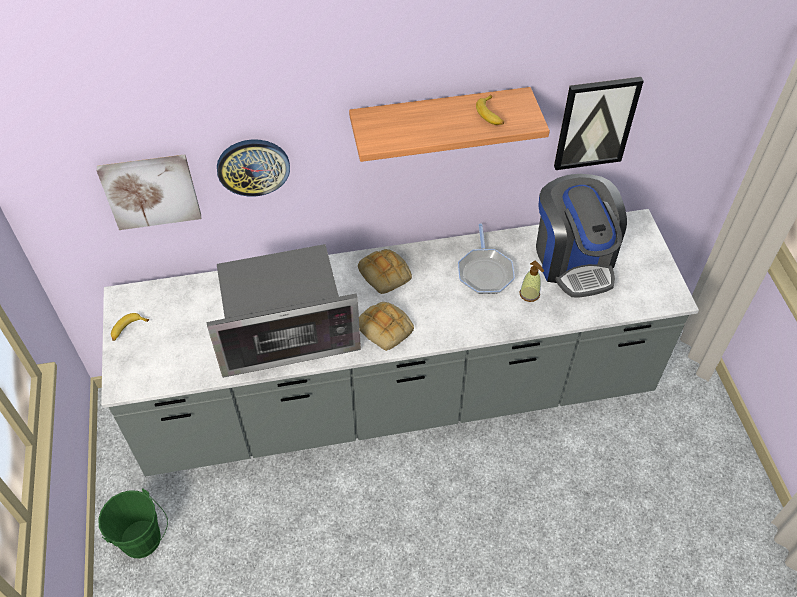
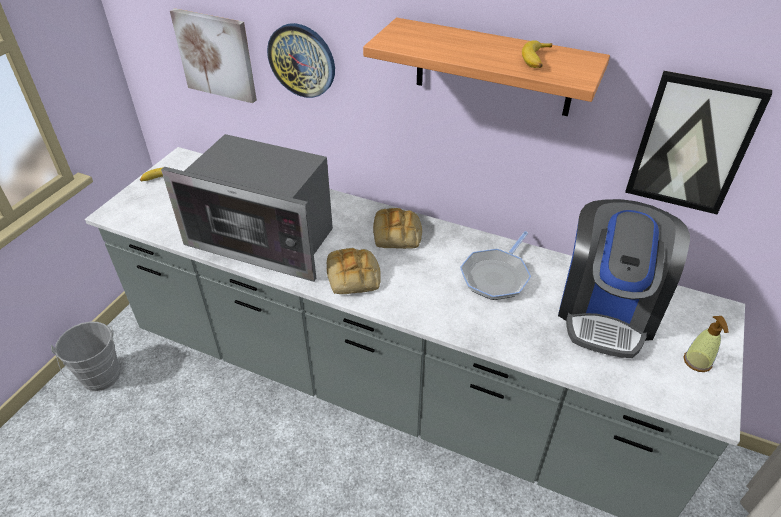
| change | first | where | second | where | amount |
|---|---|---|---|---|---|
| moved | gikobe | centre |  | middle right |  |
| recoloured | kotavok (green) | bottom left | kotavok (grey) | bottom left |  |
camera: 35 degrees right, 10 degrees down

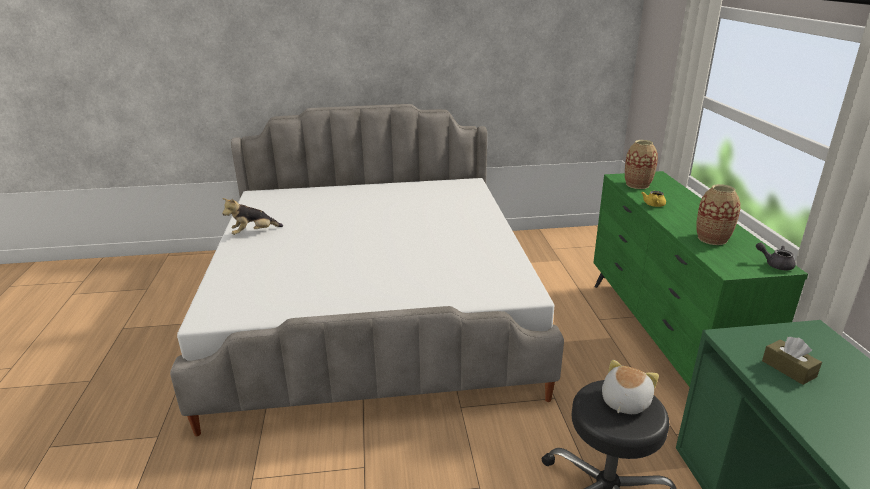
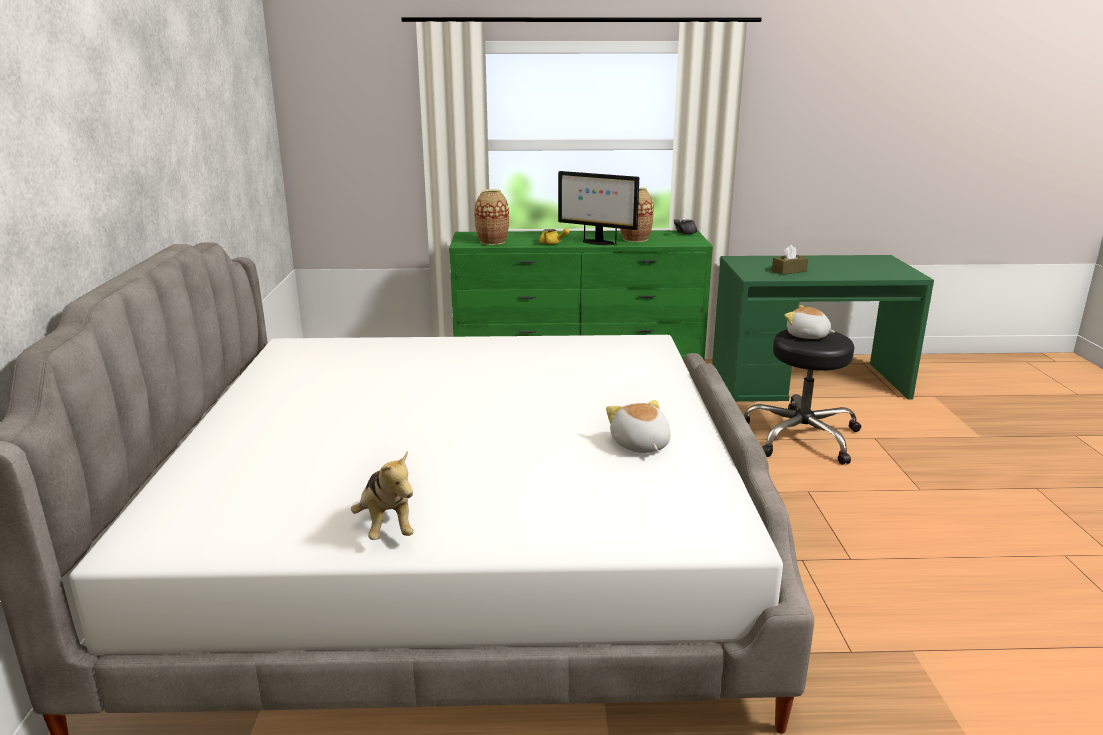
| change | first | where | second | where | amount |
|---|---|---|---|---|---|
| added |  |  | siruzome | top centre |  |
| added |  |  | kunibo (2nd from left) | centre |  |
camera: 85 degrees left, 5 degrees down

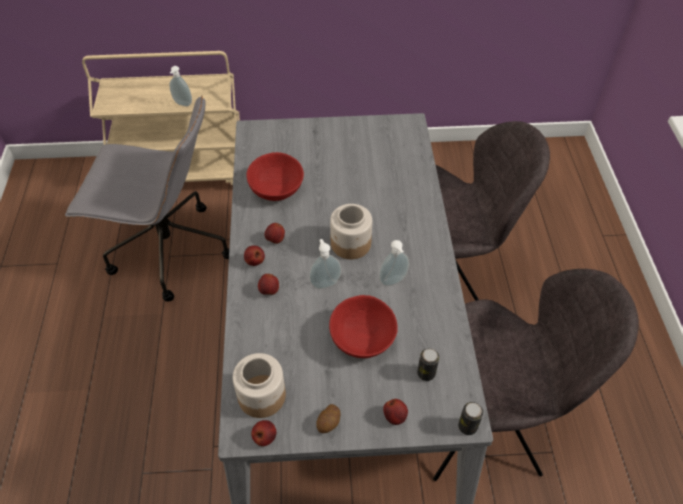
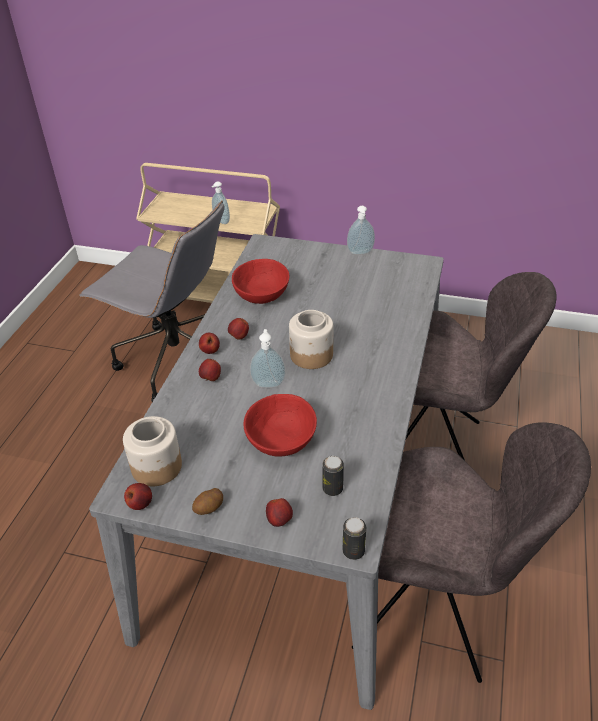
| change | first | where | second | where | amount |
|---|---|---|---|---|---|
| moved | gikobe (3rd from left) | centre |  | top centre |  |
camera: 20 degrees right, 10 degrees down

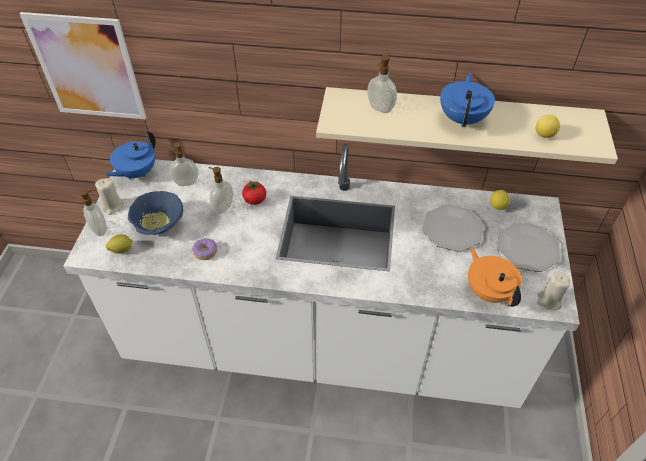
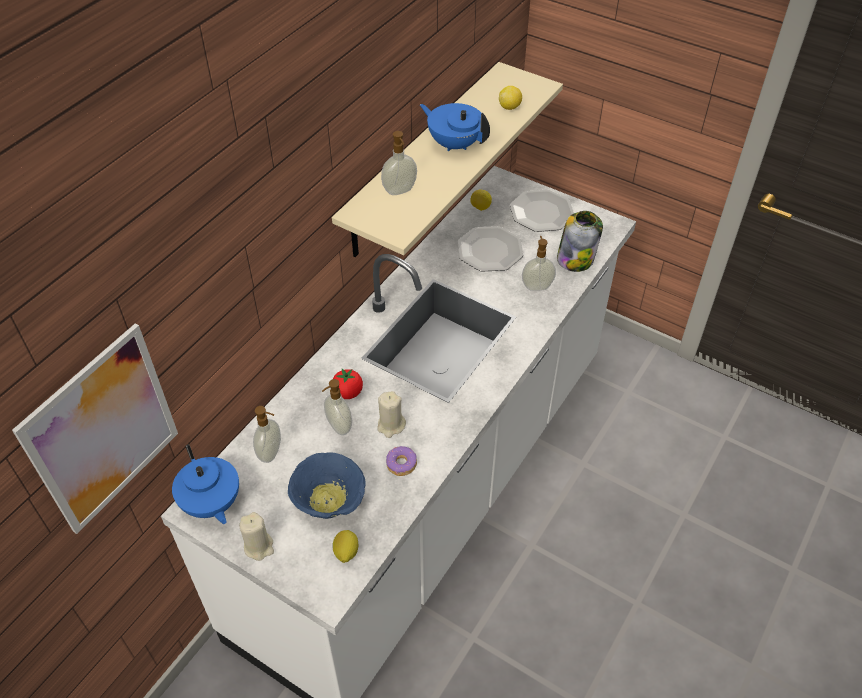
| change | first | where | second | where | amount |
|---|---|---|---|---|---|
| moved | gikobe (1st from left in the first image) | middle left | gikobe (4th from left) | centre |  |
| replaced | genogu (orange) | middle right | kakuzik | middle right |  |
| moved | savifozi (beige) (2nd from left) | middle right |  | centre |  |
camera: 65 degrees left, 0 degrees up

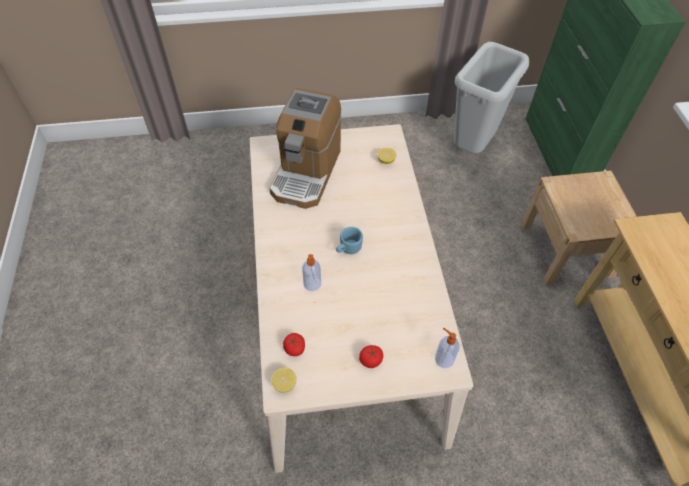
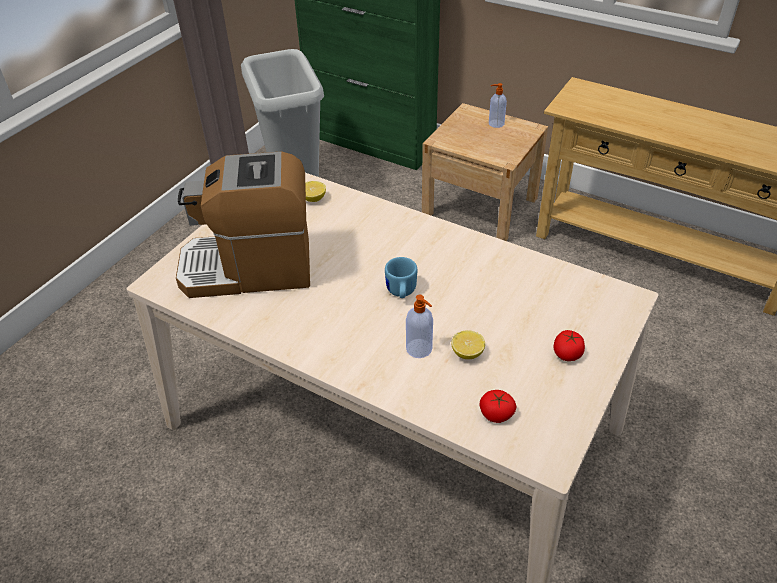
| change | first | where | second | where | amount |
|---|---|---|---|---|---|
| turned | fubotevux | top centre |  | middle left | 120 degrees clockwise |
| moved | gikobe (2nd from left) | bottom centre |  | top centre |  |
| moved | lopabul (1st from left in the first image) | bottom centre | lopabul (2nd from left) | centre |  |
camera: 50 degrees left, 10 degrees down

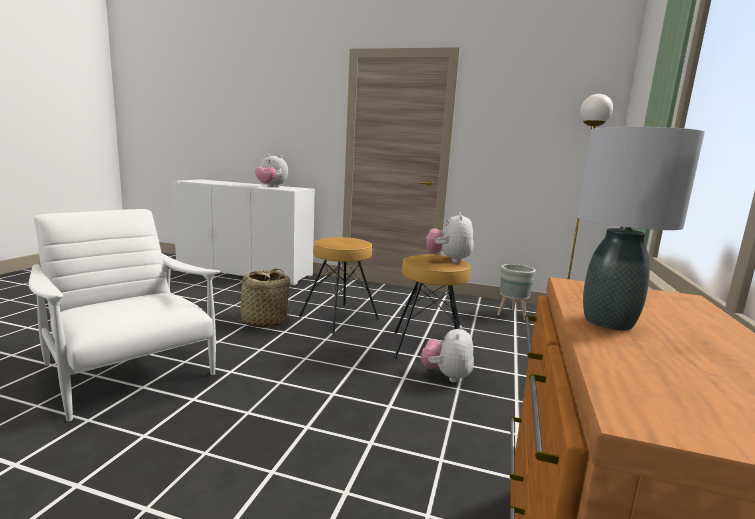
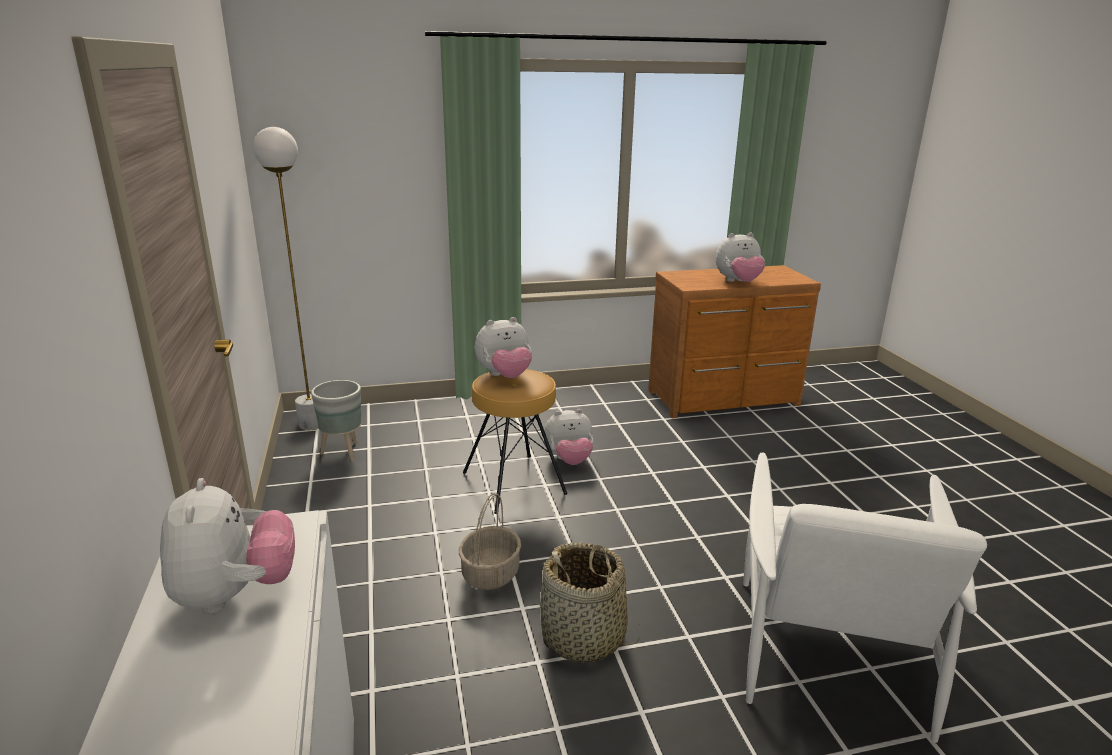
| change | first | where | second | where | amount |
|---|---|---|---|---|---|
| replaced | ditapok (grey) | middle right | kunibo (4th from left) | centre |  |
| replaced | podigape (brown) (1st from left) | centre | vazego (1st from left) | bottom centre |  |
camera: 120 degrees left, 10 degrees up

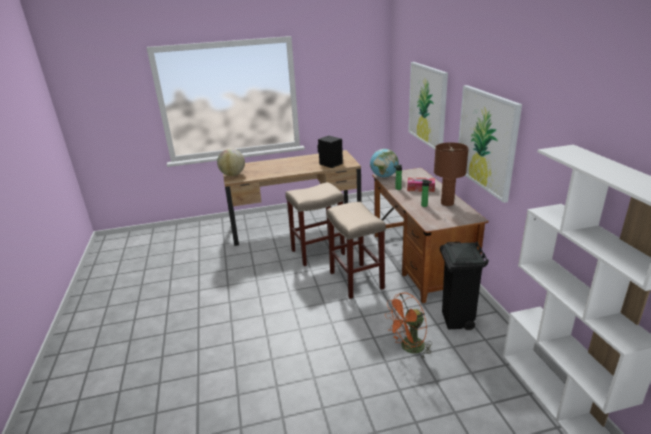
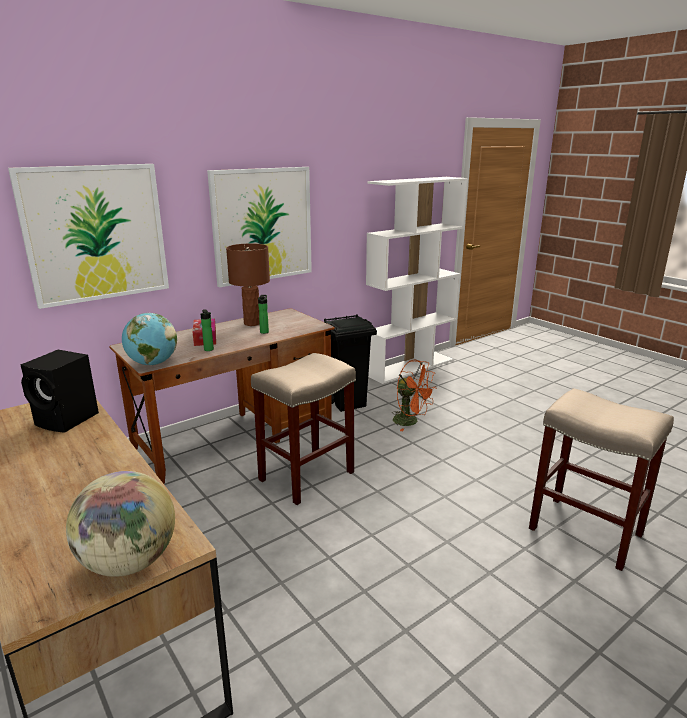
| change | first | where | second | where | amount |
|---|---|---|---|---|---|
| moved | podigape (beige) (1st from left in the first image) | centre | podigape (beige) (2nd from left) | bottom right |  |
camera: 115 degrees left, 5 degrees down

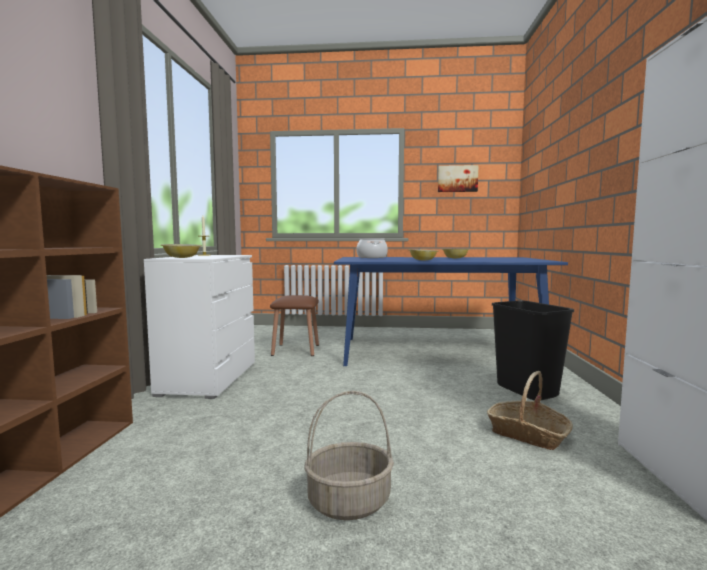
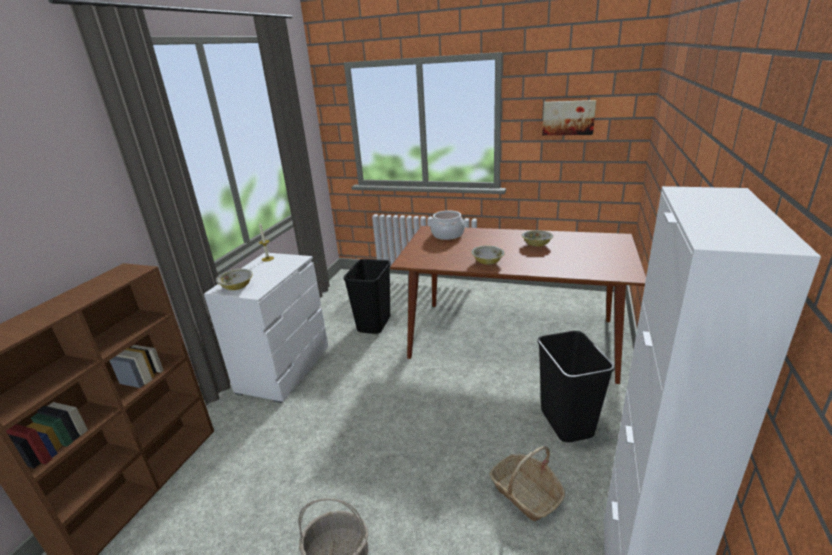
| change | first | where | second | where | amount |
|---|---|---|---|---|---|
| recoloured | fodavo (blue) | centre | fodavo (brown) | centre |  |
| replaced | podigape (brown) | centre | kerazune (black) (1st from left) | centre |  |
camera: 15 degrees right, 20 degrees up

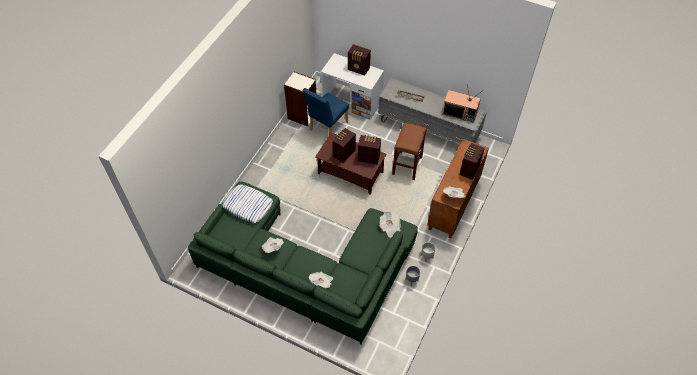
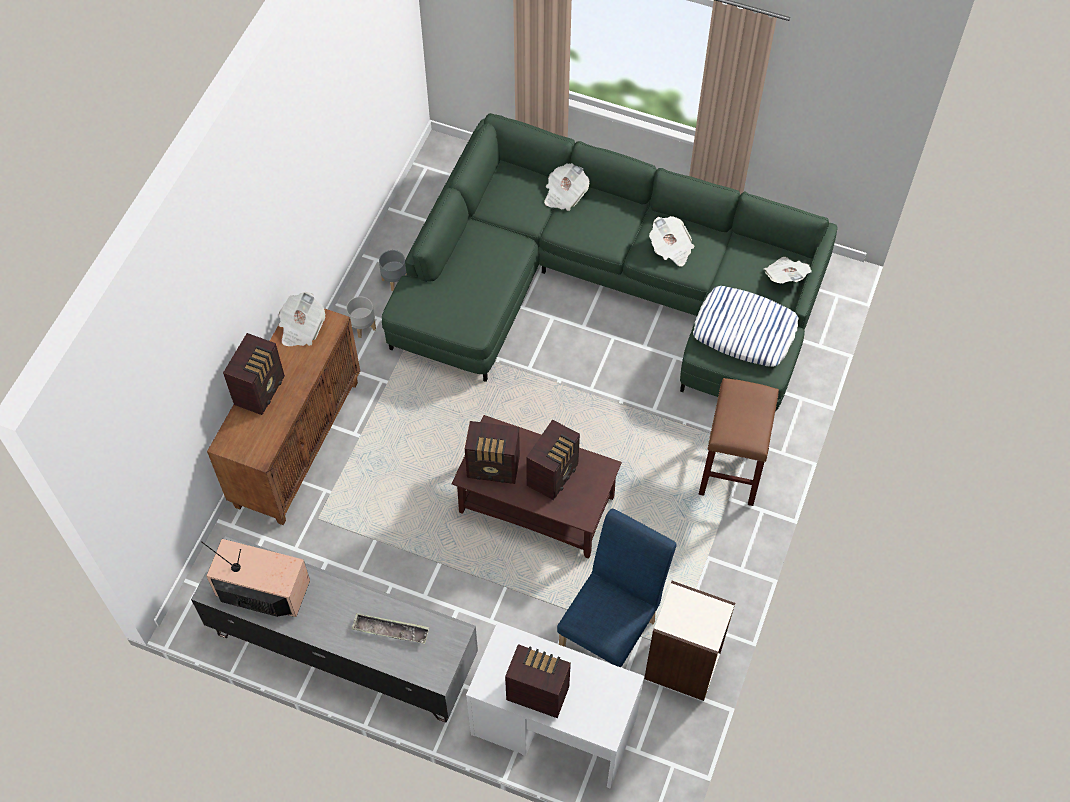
| change | first | where | second | where | amount |
|---|---|---|---|---|---|
| moved | podigape (brown) | centre |  | middle right |  |
| moved | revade (3rd from left in the first image) | centre | revade (4th from left) | middle right |  |
camera: 175 degrees right, 5 degrees up

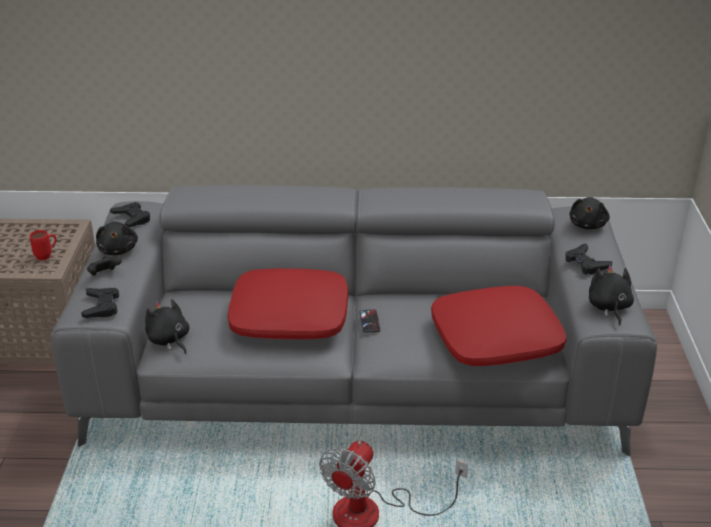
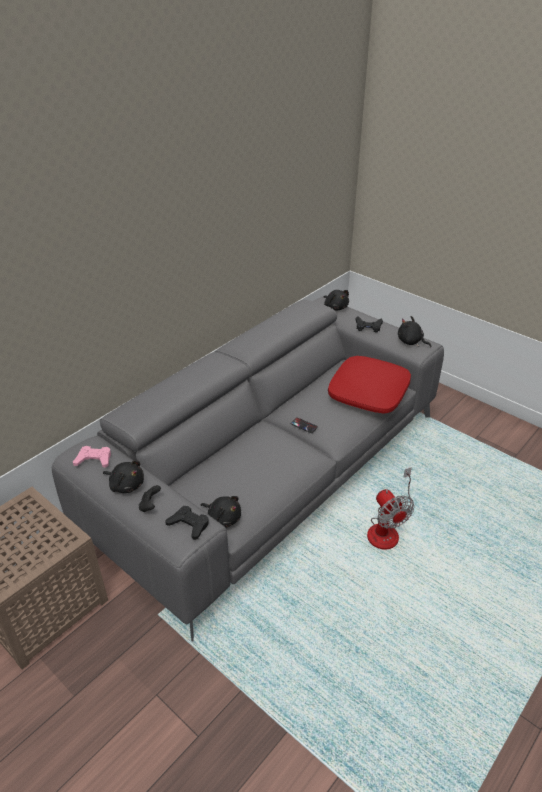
| change | first | where | second | where | amount |
|---|---|---|---|---|---|
| recoloured | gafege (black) (3rd from left) | middle left | gafege (pink) | middle left |  |
| removed | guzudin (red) | middle left |  |  |  |
| removed | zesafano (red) (1st from left) | centre |  |  |  |
| turned | kunibo (black) (2nd from left) | middle left |  | centre | 150 degrees counterclockwise |
camera: 50 degrees left, 5 degrees up

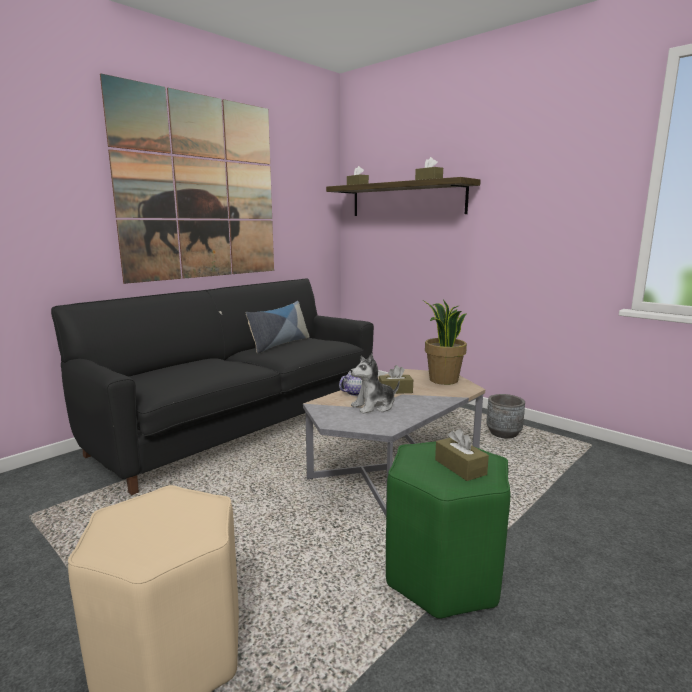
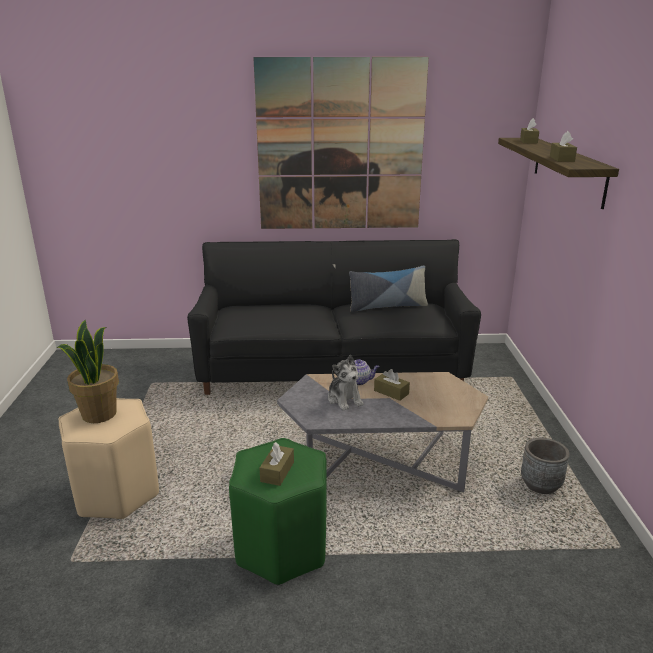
| change | first | where | second | where | amount |
|---|---|---|---|---|---|
| moved | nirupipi | centre |  | middle left |  |
| turned | kunibo | centre |  | centre | 135 degrees counterclockwise |
camera: 45 degrees right, 10 degrees up

